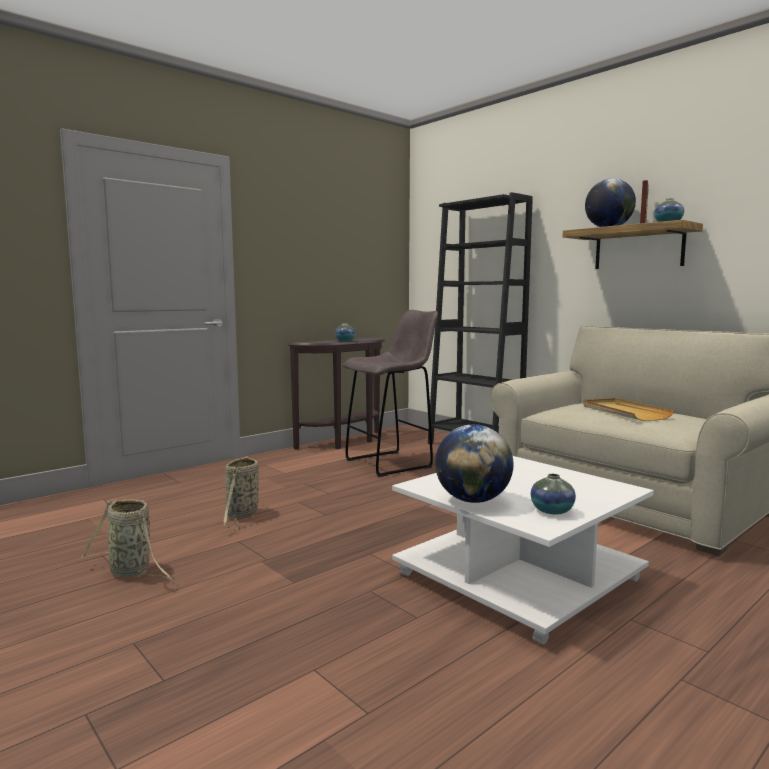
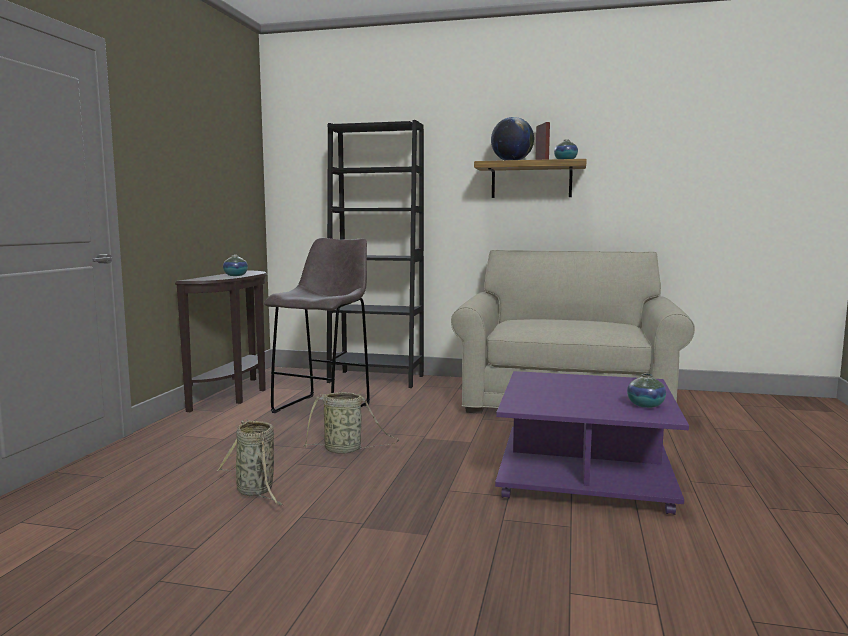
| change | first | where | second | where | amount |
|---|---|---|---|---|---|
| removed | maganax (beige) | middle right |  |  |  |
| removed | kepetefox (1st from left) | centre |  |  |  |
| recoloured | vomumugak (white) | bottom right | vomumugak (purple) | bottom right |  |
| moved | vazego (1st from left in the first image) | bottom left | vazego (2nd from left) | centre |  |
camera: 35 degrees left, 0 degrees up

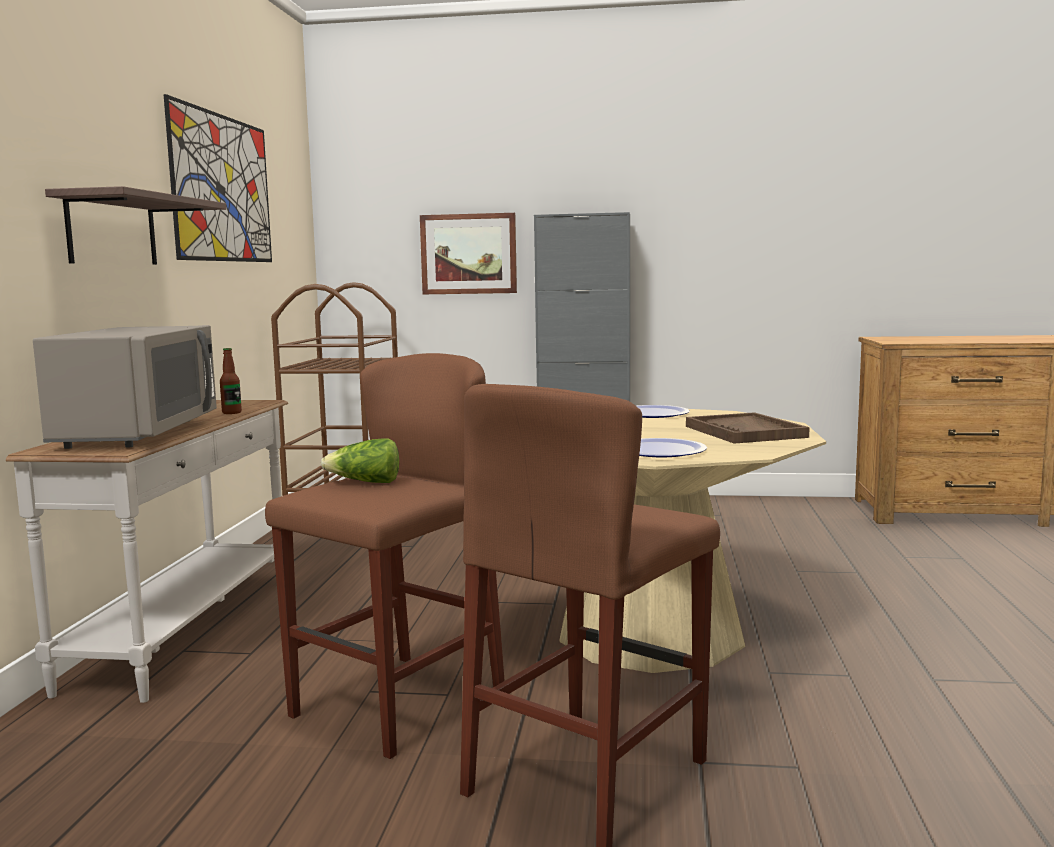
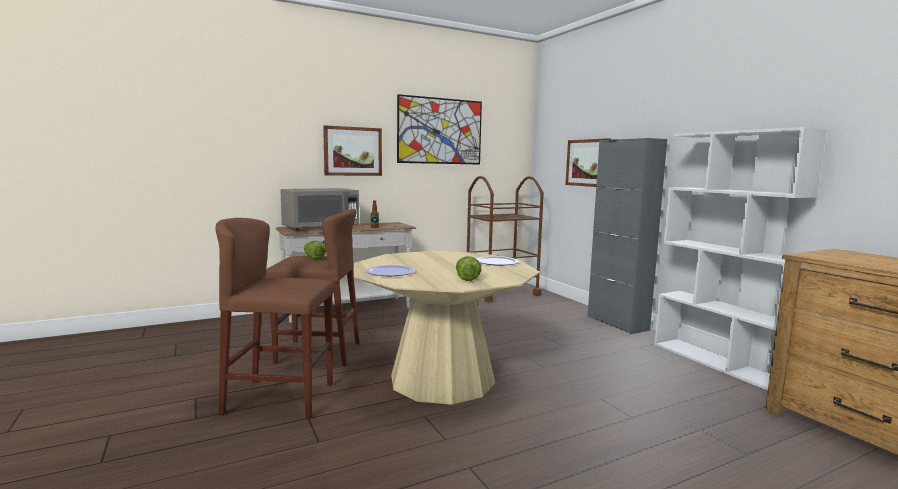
| change | first | where | second | where | amount |
|---|---|---|---|---|---|
| replaced | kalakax | top left | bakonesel (1st from left) | top centre |  |
| replaced | maganax (brown) | middle right | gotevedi (2nd from left) | centre |  |
| added |  |  | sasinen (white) | middle right |  |
camera: 55 degrees right, 0 degrees up

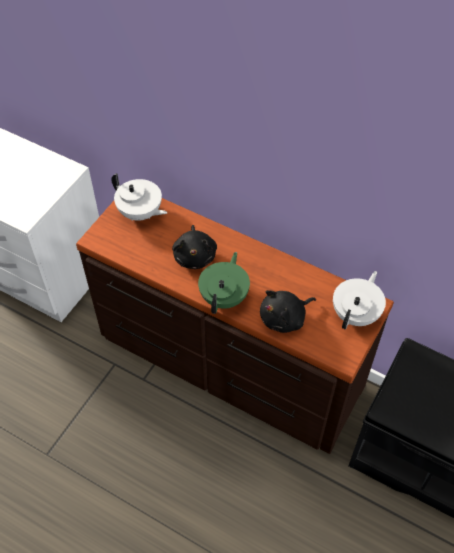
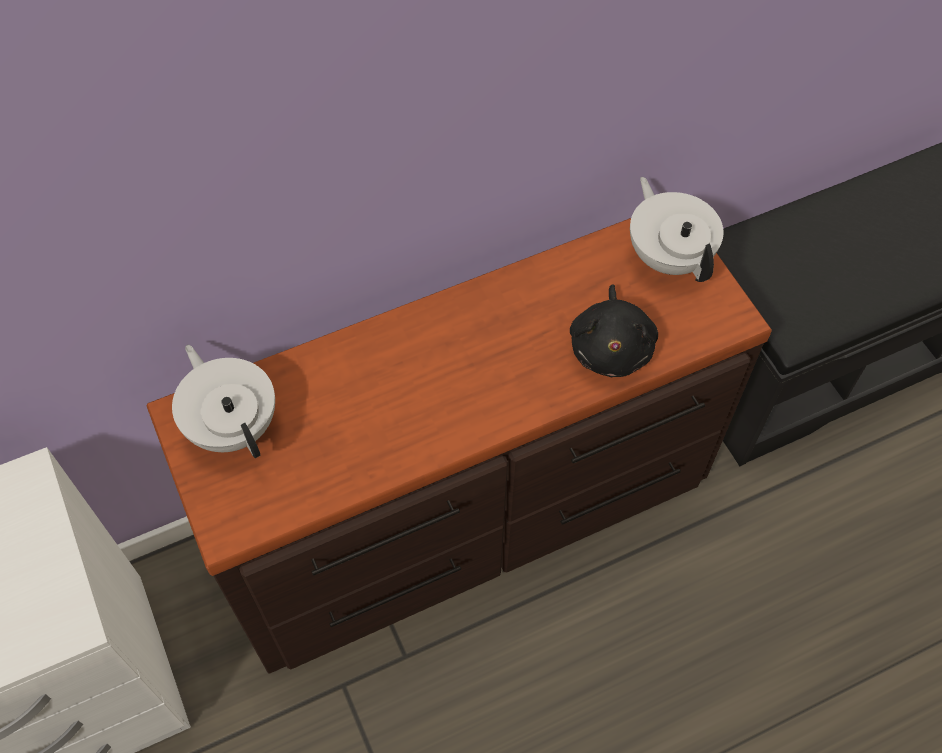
| change | first | where | second | where | amount |
|---|---|---|---|---|---|
| turned | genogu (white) (1st from left) | middle left |  | middle left | 105 degrees counterclockwise |
| removed | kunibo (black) (1st from left) | centre |  |  |  |
| removed | genogu (green) | centre |  |  |  |
camera: 55 degrees left, 5 degrees up

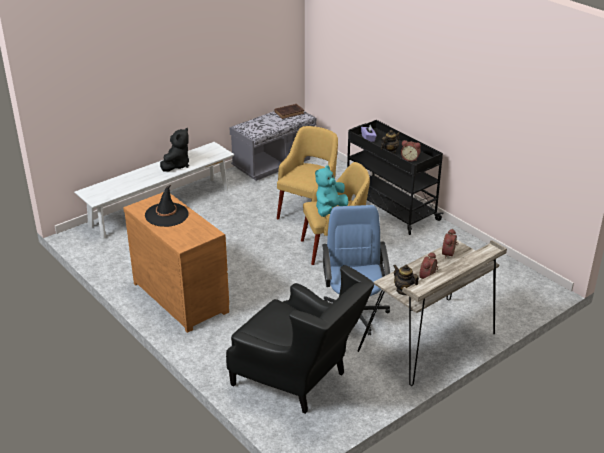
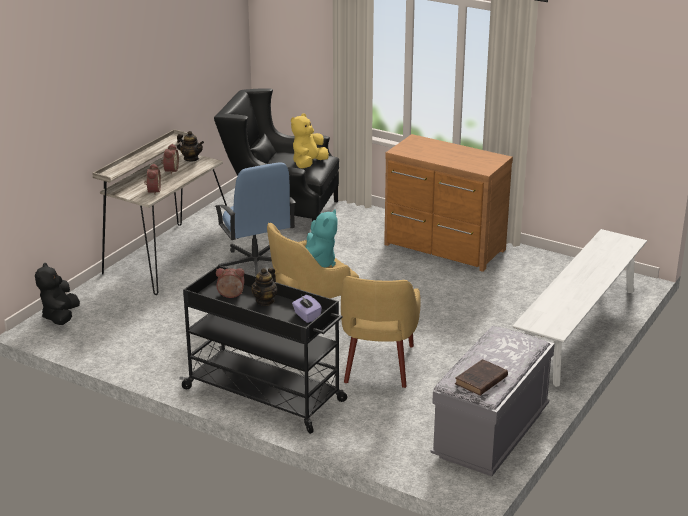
| change | first | where | second | where | amount |
|---|---|---|---|---|---|
| moved | kunibo (black) | top left |  | middle left |  |
| removed | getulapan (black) | middle left |  |  |  |
| added |  |  | kunibo (yellow) | top centre |  |
camera: 160 degrees right, 5 degrees down

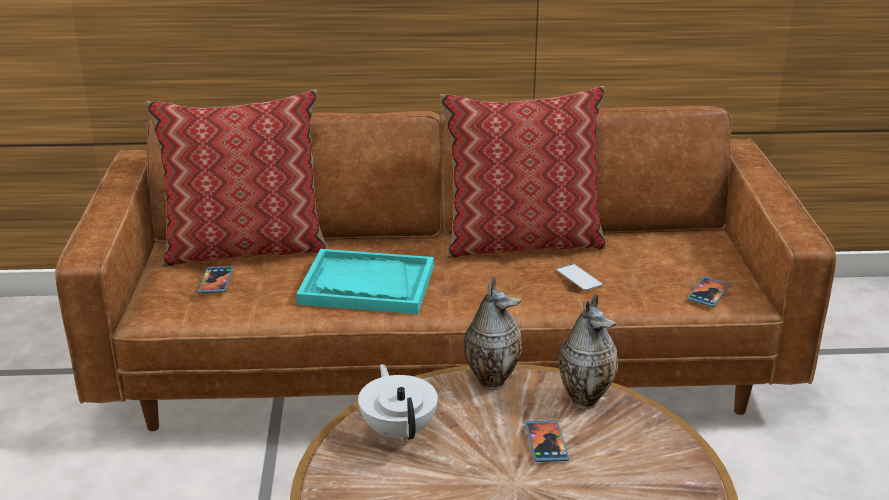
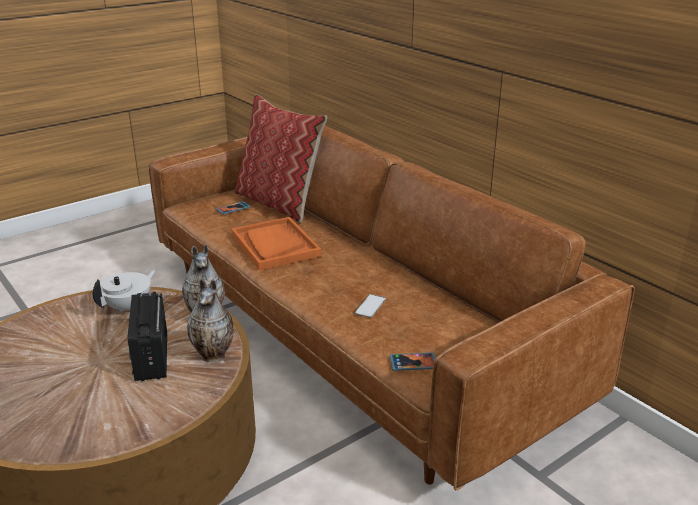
| change | first | where | second | where | amount |
|---|---|---|---|---|---|
| removed | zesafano (2nd from left) | centre |  |  |  |
| recoloured | maganax (turquoise) | centre | maganax (orange) | centre |  |
| replaced | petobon (2nd from left) | bottom centre | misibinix | middle left |  |
camera: 55 degrees right, 0 degrees up

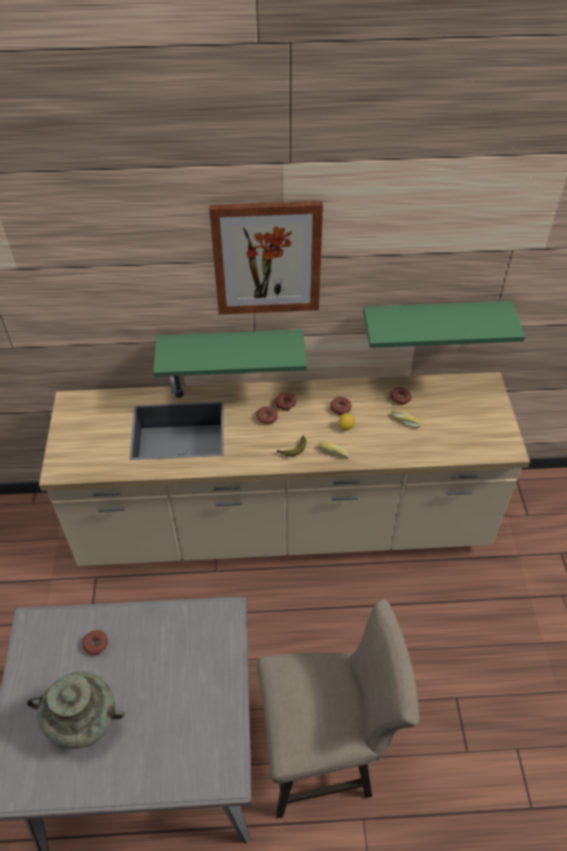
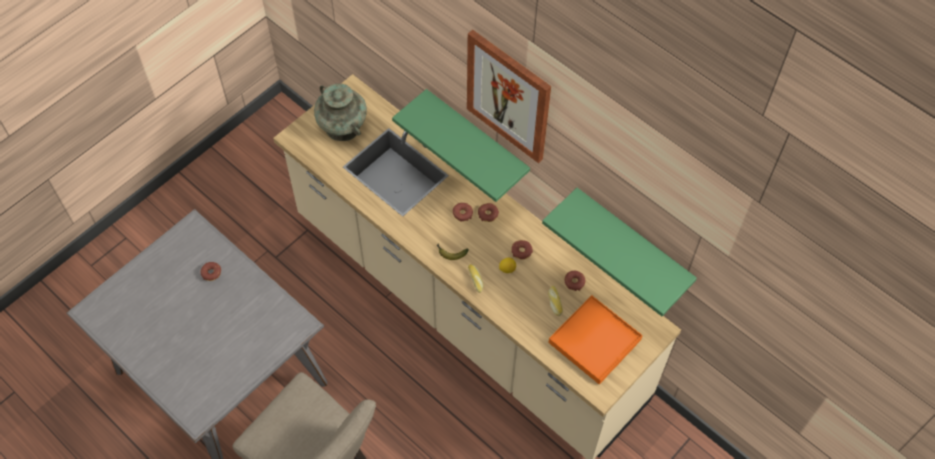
| change | first | where | second | where | amount |
|---|---|---|---|---|---|
| moved | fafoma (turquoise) | bottom left |  | top centre |  |
| added |  |  | maganax (orange) | bottom centre |  |
camera: 45 degrees right, 10 degrees up

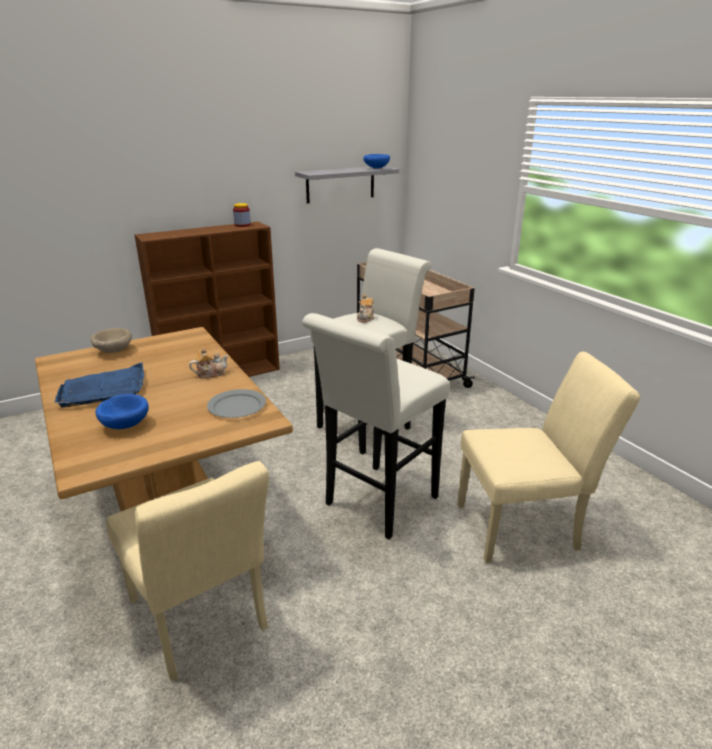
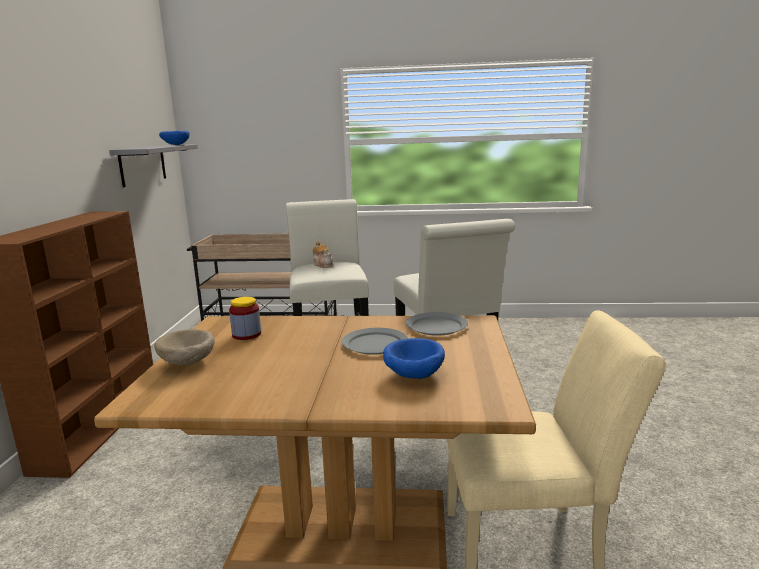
| change | first | where | second | where | amount |
|---|---|---|---|---|---|
| moved | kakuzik | top centre |  | middle left |  |
| removed | genogu (1st from left) | middle left |  |  |  |
| removed | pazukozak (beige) (2nd from left) | middle right |  |  |  |
| removed | maganax (blue) | middle left |  |  |  |
| added |  |  | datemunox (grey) (1st from left) | centre |  |
camera: 55 degrees left, 10 degrees down

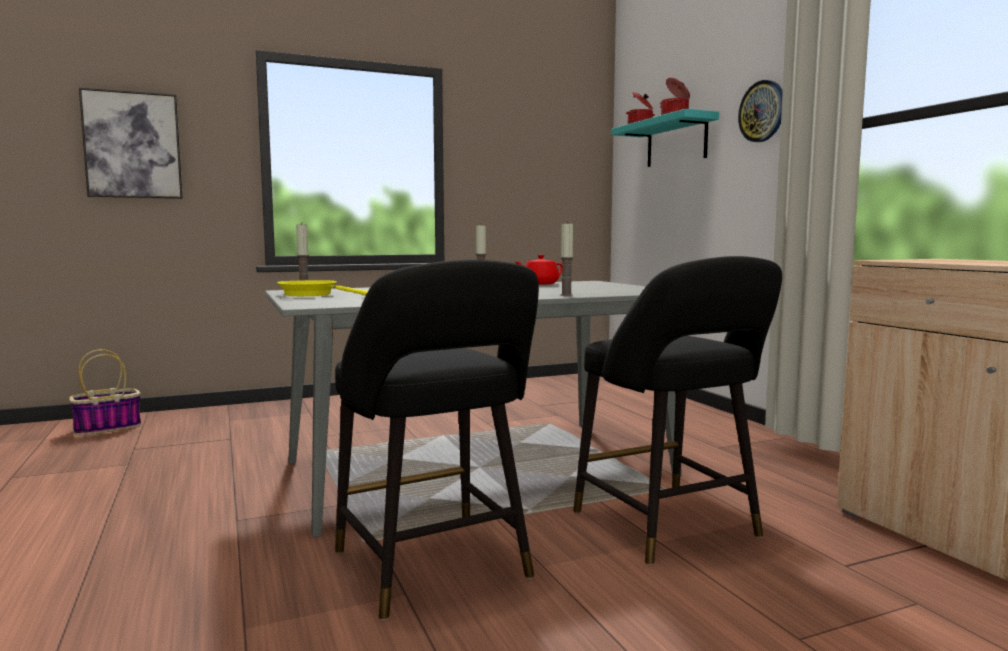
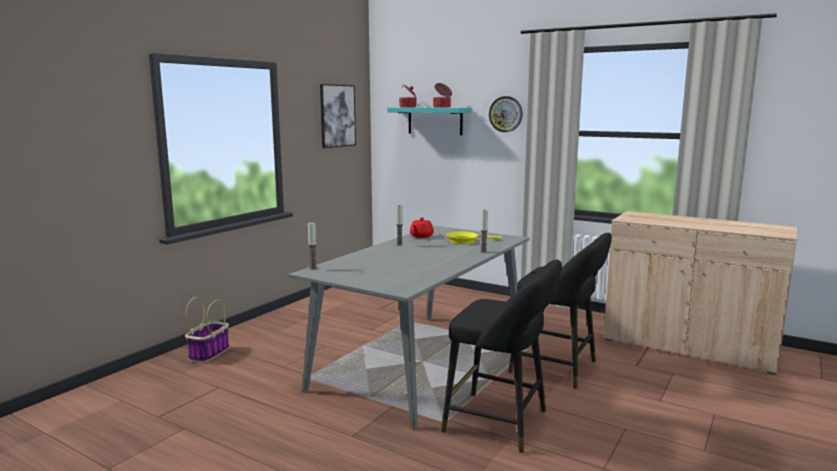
| change | first | where | second | where | amount |
|---|---|---|---|---|---|
| moved | bakonesel | top left |  | top centre |  |
| moved | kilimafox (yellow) | middle left |  | centre |  |
| moved | vazego | middle left |  | bottom left |  |
camera: 35 degrees left, 5 degrees up

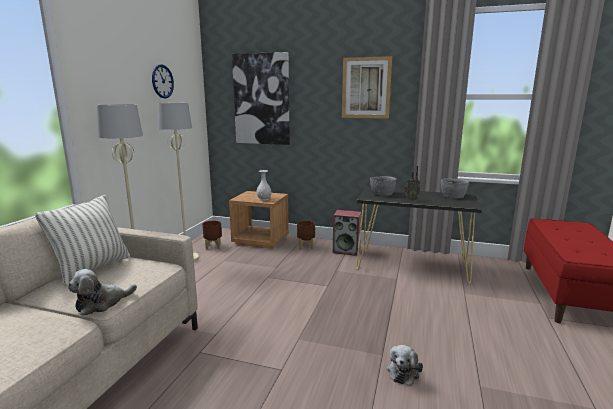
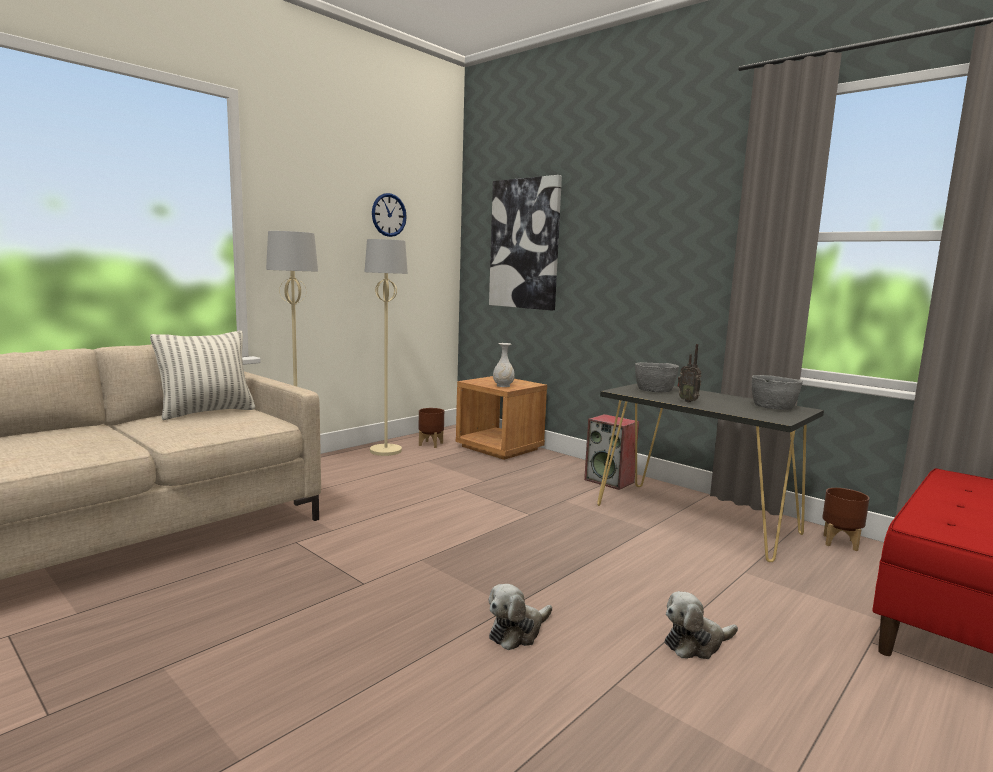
| change | first | where | second | where | amount |
|---|---|---|---|---|---|
| removed | bakonesel (2nd from left) | top centre |  |  |  |
| moved | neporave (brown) (2nd from left) | centre |  | bottom right |  |
| moved | kunibo (1st from left in the first image) | bottom left | kunibo (2nd from left) | bottom right |  |
camera: 25 degrees right, 5 degrees down

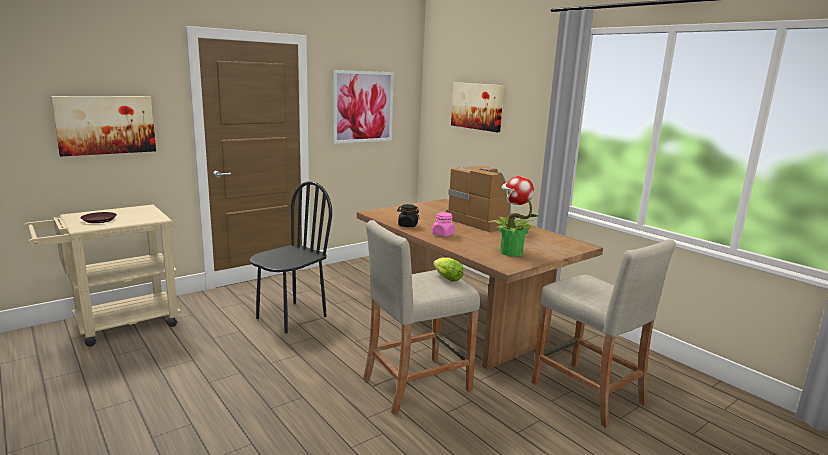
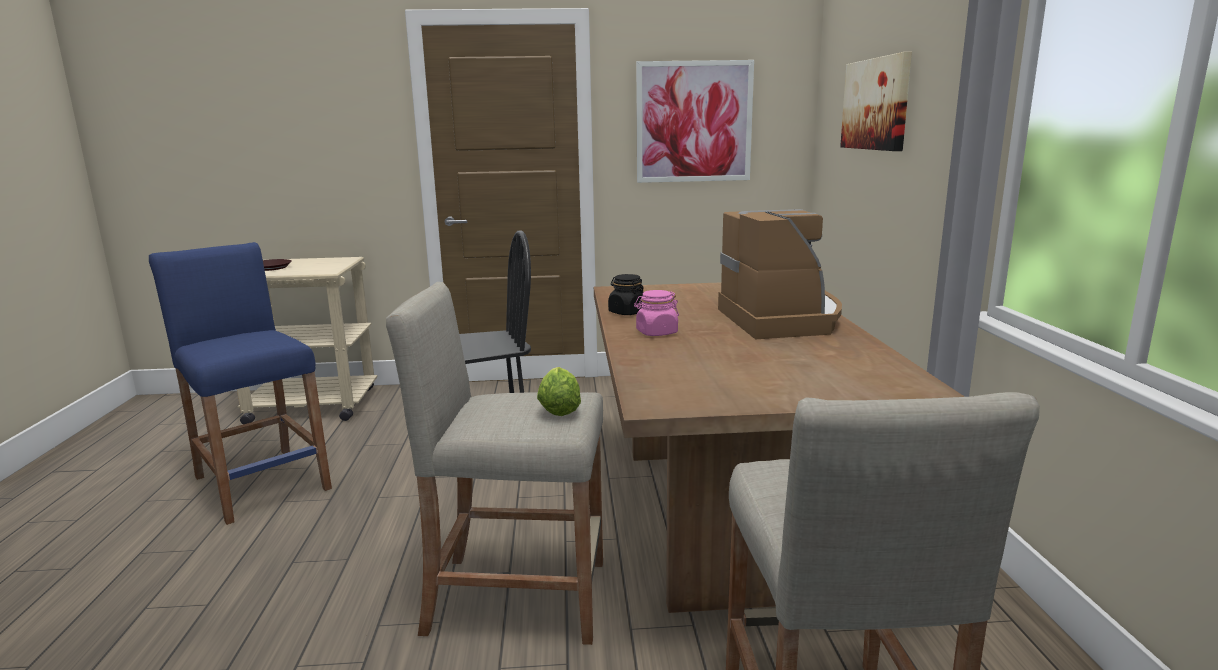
| change | first | where | second | where | amount |
|---|---|---|---|---|---|
| removed | bakonesel (1st from left) | top left |  |  |  |
| removed | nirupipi | centre |  |  |  |
| added |  |  | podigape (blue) | middle left |  |
camera: 35 degrees right, 0 degrees up

